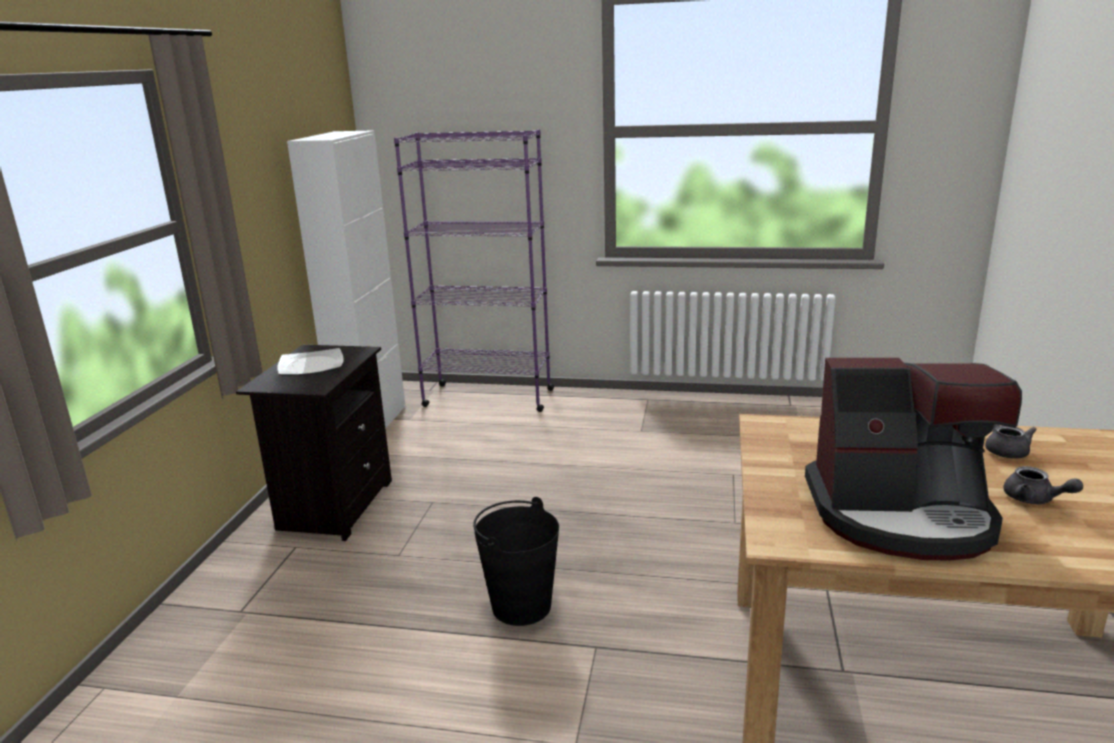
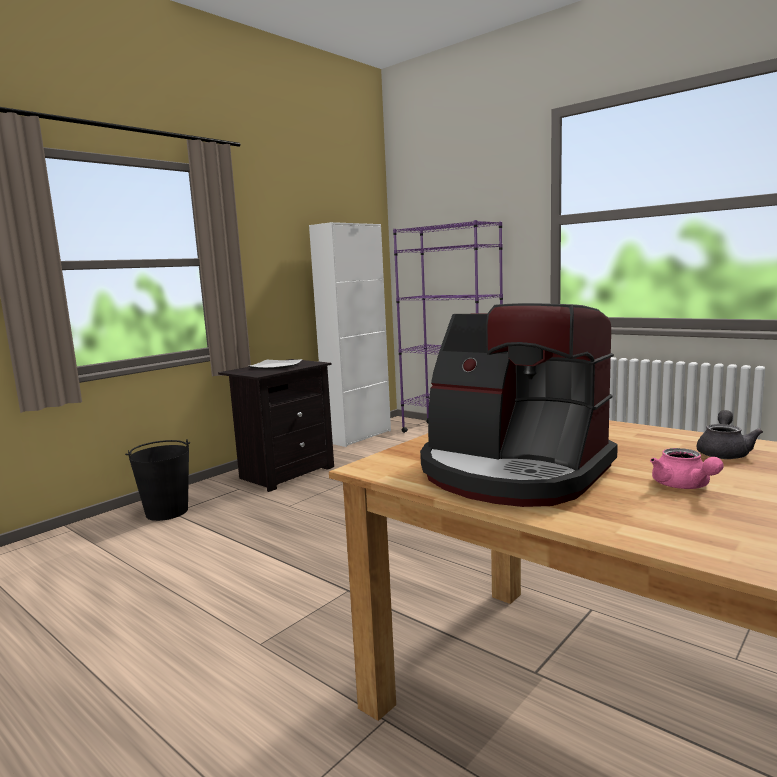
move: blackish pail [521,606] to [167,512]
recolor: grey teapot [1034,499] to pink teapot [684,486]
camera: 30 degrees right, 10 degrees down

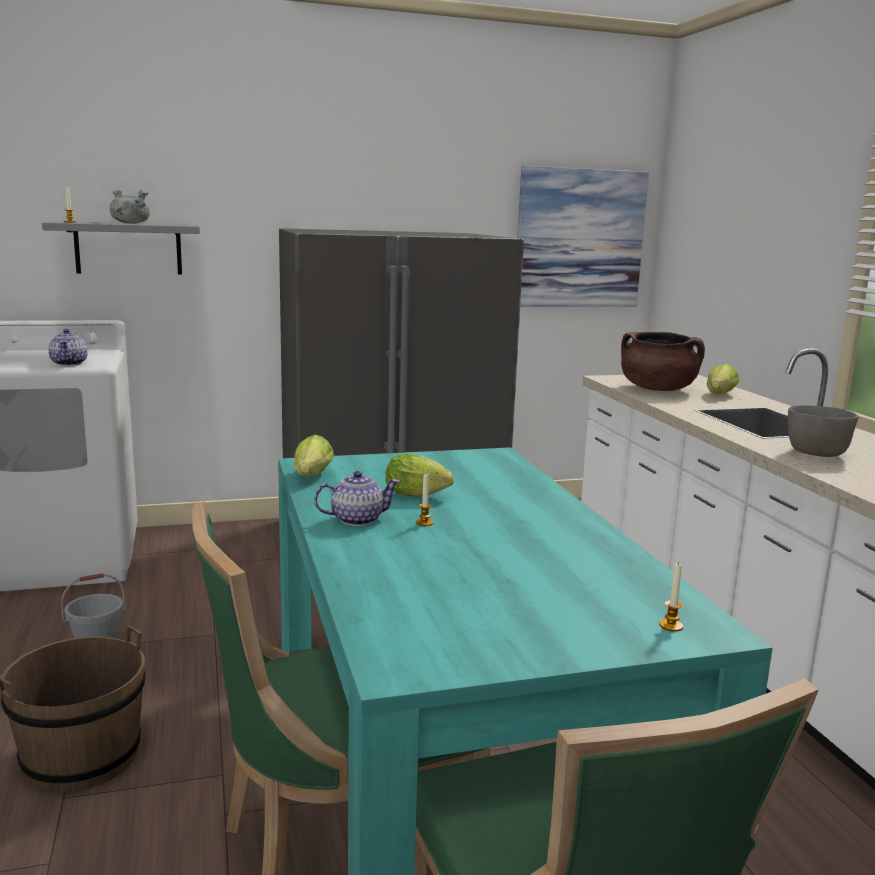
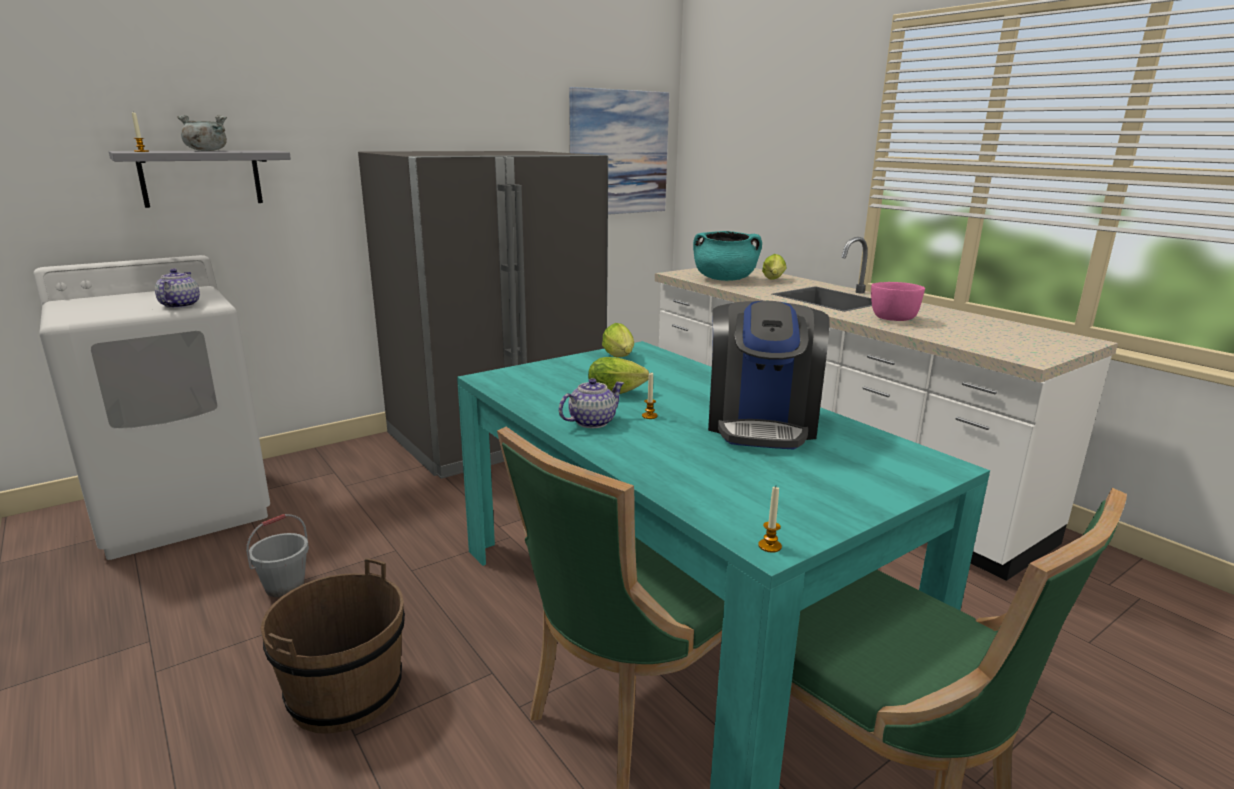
insert: coffee maker [761,424]
move: head of lettuce [311,477] to [620,357]; wax light [671,626] to [769,546]
recolor: brownish cooking pot [657,389] to turquoise cooking pot [724,279]; grey bowl [816,453] to pink bowl [892,319]
rotate: teapot [69,363] = [179,305] 150 degrees counterclockwise
camera: 20 degrees left, 5 degrees up

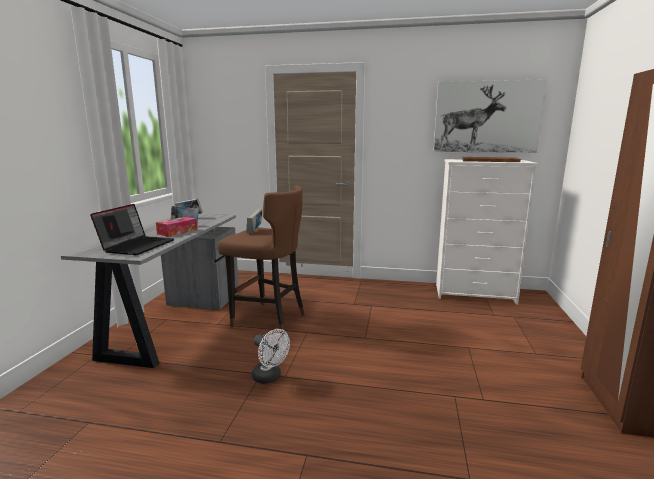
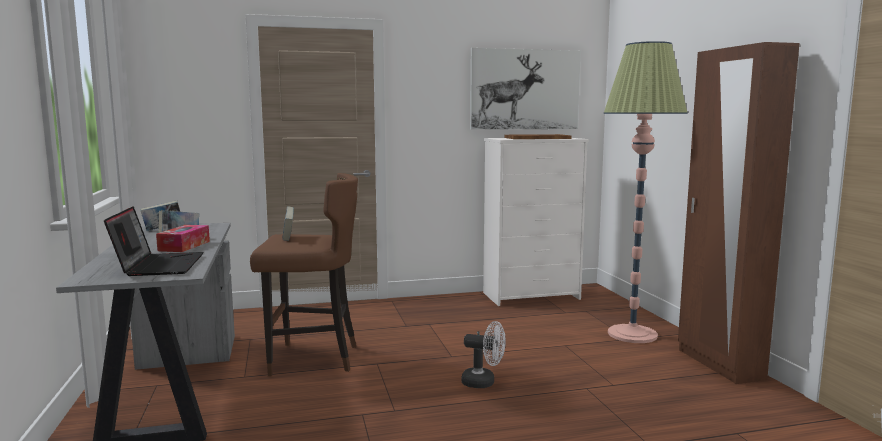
insert: standing lamp [632,334]
move: white electric fan [270,378] to [484,382]
camera: 25 degrees left, 5 degrees down

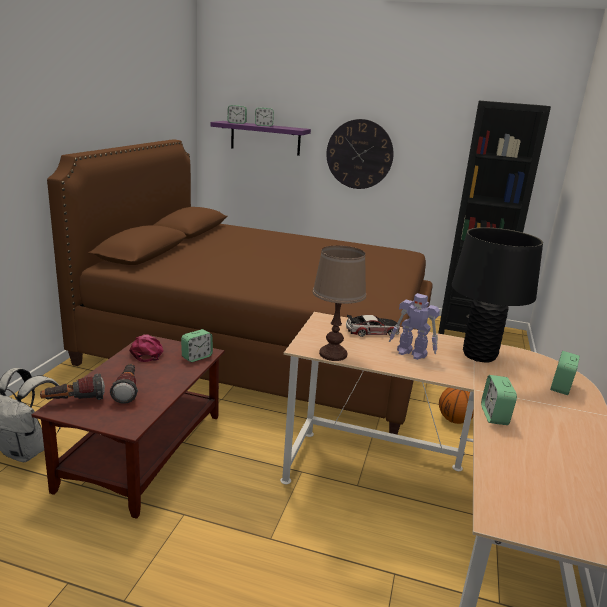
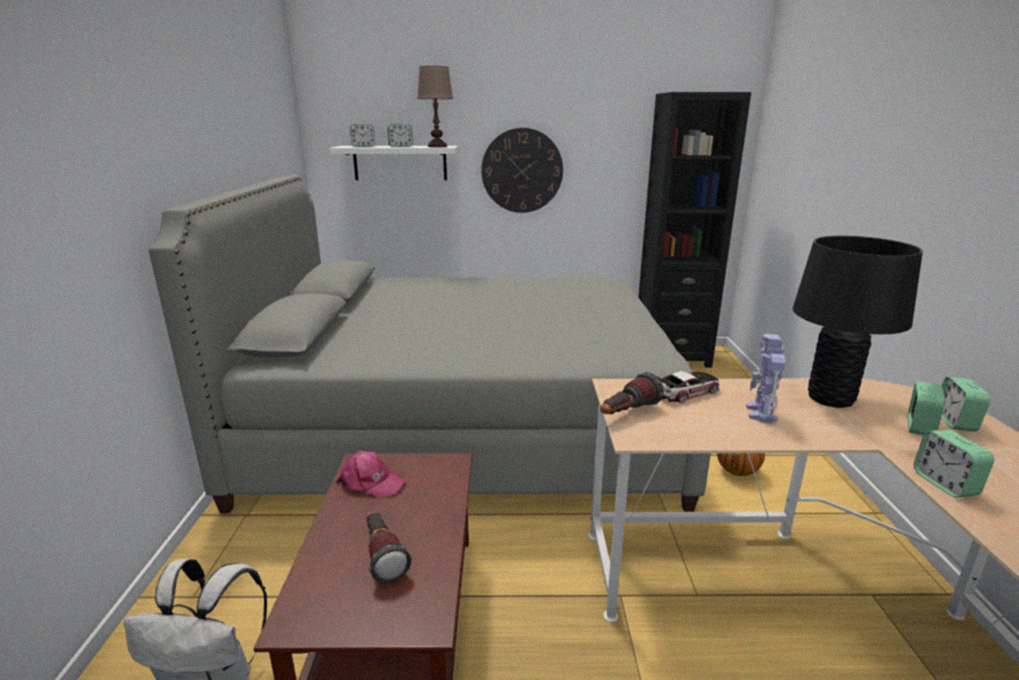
move: torch [74,402] to [627,413]; alarm clock [197,357] to [919,427]; brownish lamp for a table [333,354] to [437,146]
recolor: brownish bed [264,347] to grey bed [467,426]; purplish wall shelf [265,138] to white wall shelf [400,163]
rotate: pink peaked cap [147,352] = [370,482] 135 degrees clockwise; toy robot [412,353] = [761,413] 90 degrees clockwise
camera: 15 degrees left, 0 degrees up

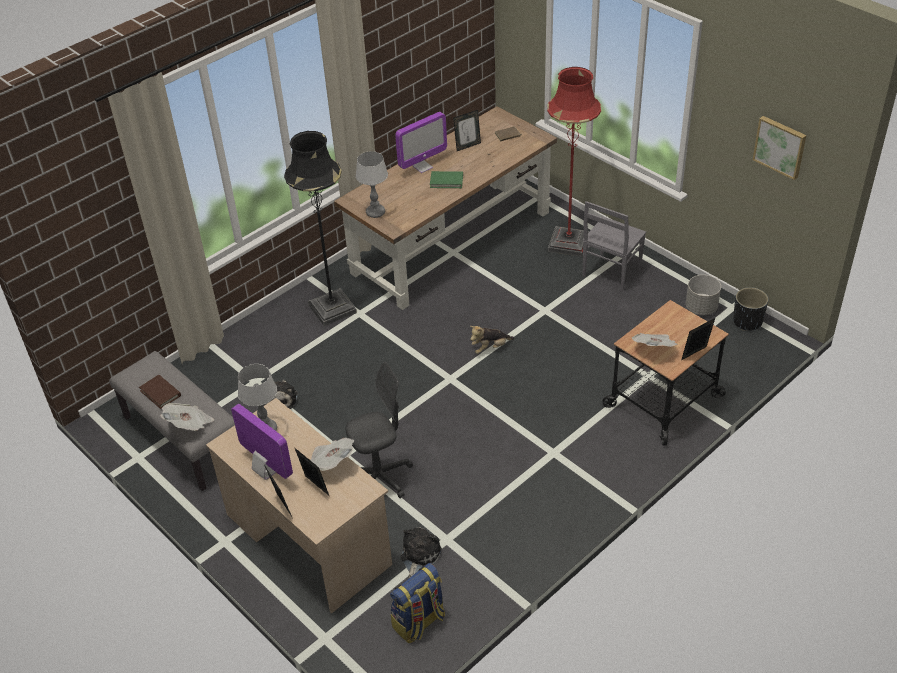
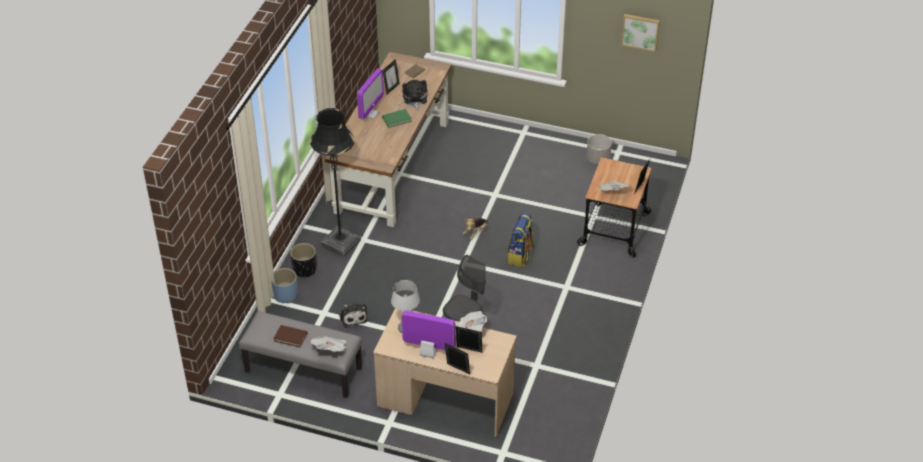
delete: lamp for a table [375,213]; reddish standing lamp [568,243]; grey chair [610,272]
insert: blue plant pot [285,295]
move: backpack [419,622] to [520,256]; plush toy [419,555] to [415,99]; blackish plant pot [747,322] to [305,270]
camera: 30 degrees left, 0 degrees up

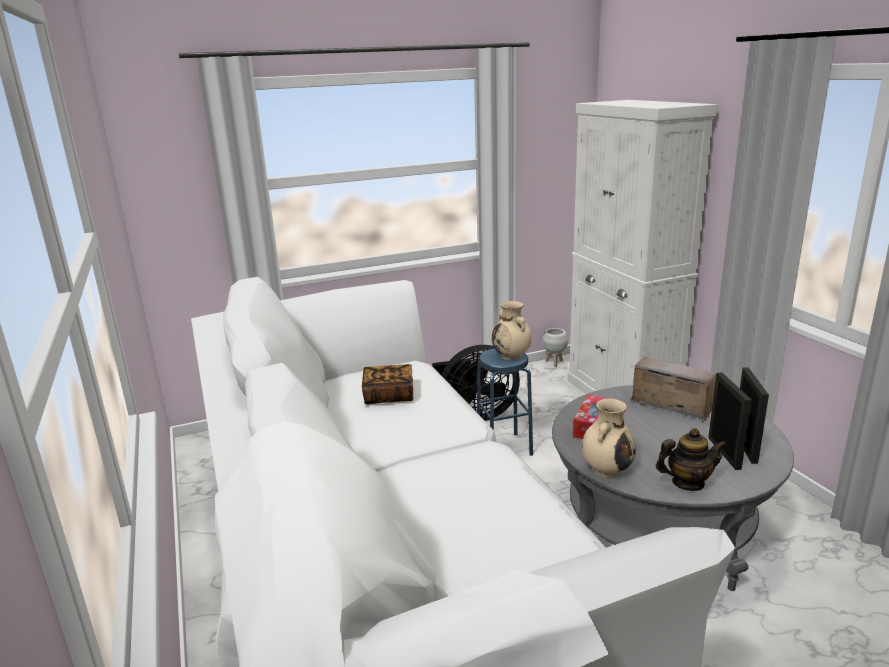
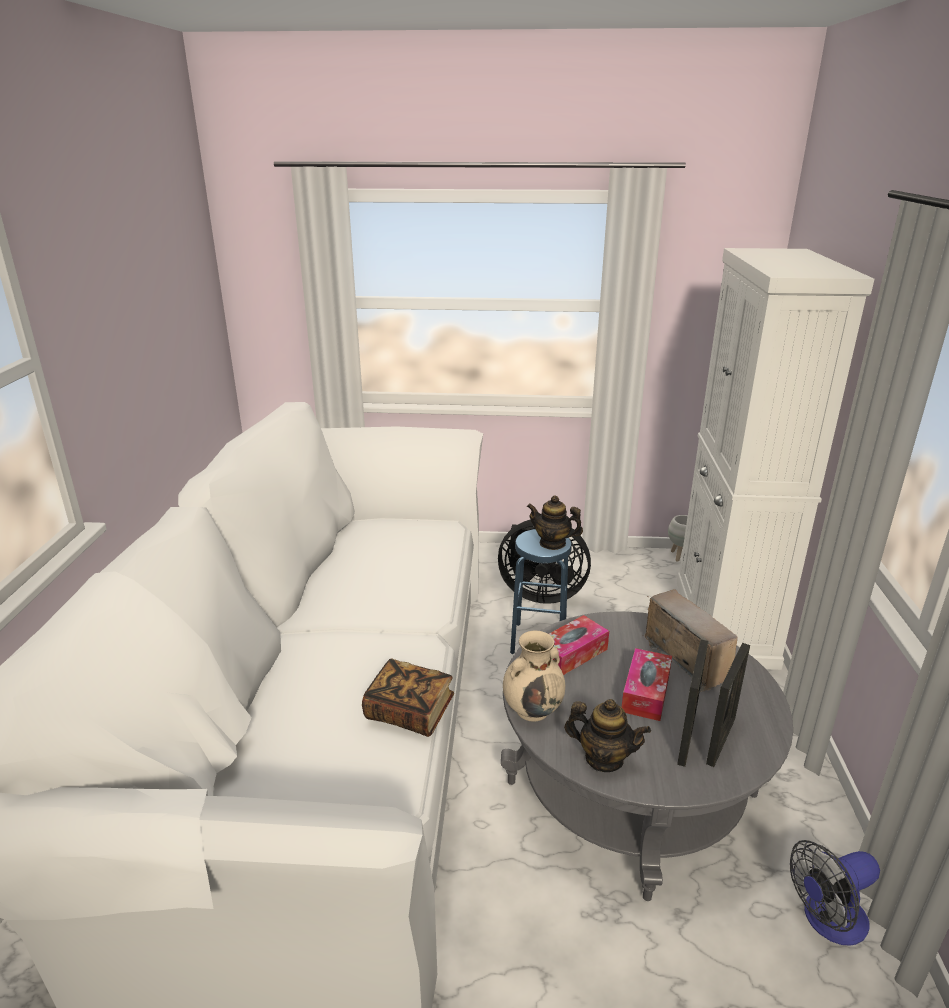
insert: box of tissues [645,692]; electric fan [826,921]
move: bound book [389,395] to [409,712]
replace: beige flower vase [512,356] to teapot [552,543]
camera: 25 degrees right, 5 degrees up

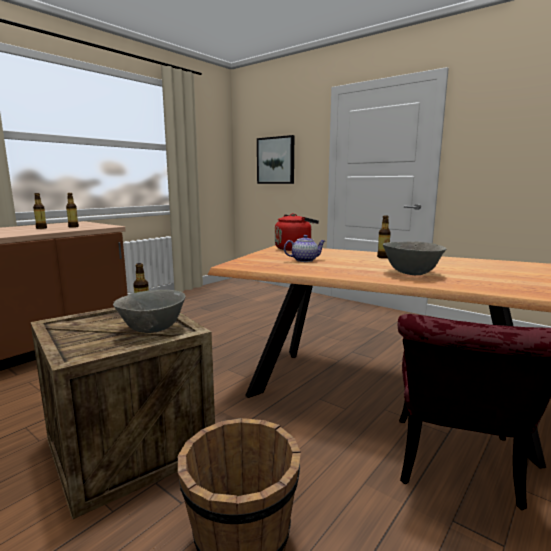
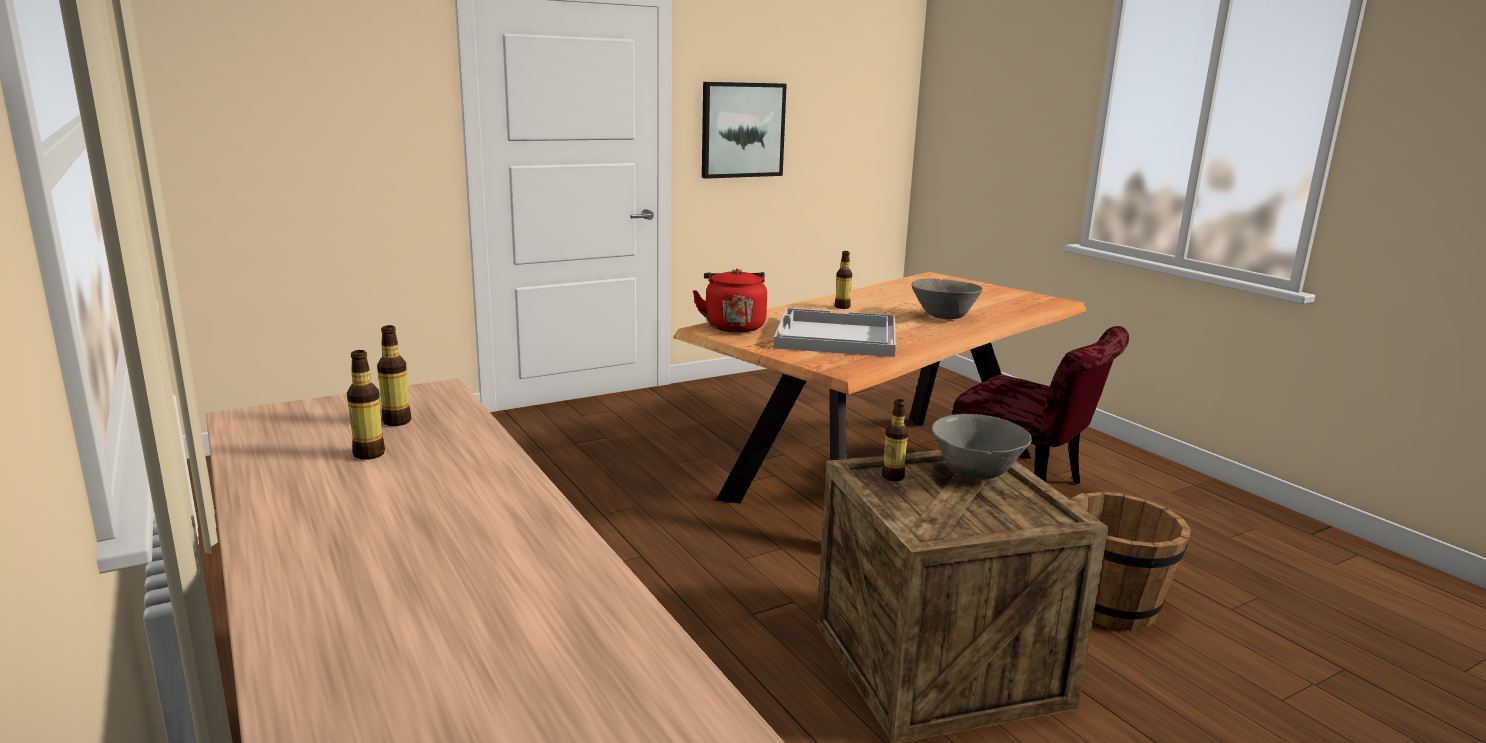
move: wall picture [276,160] to [742,130]
replace: teapot [304,260] to white tray [835,336]
camera: 70 degrees left, 5 degrees up

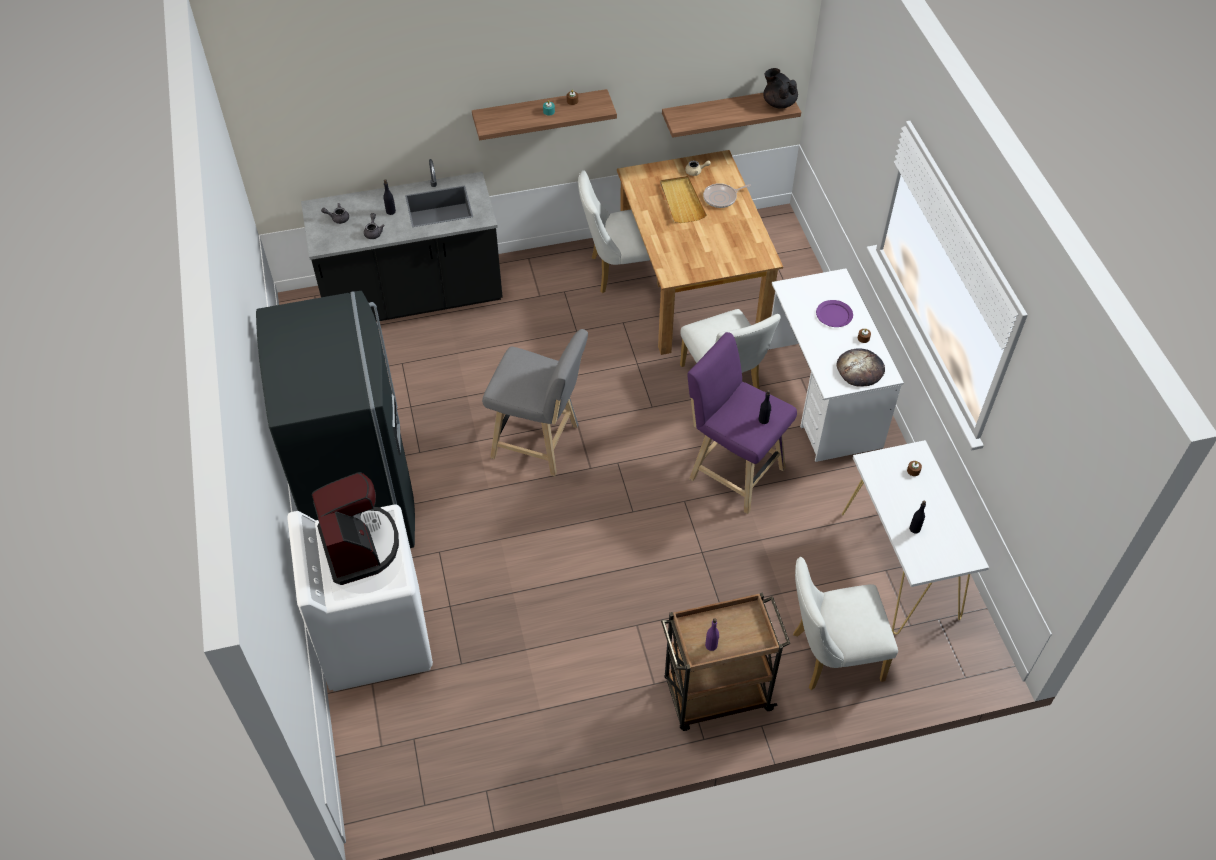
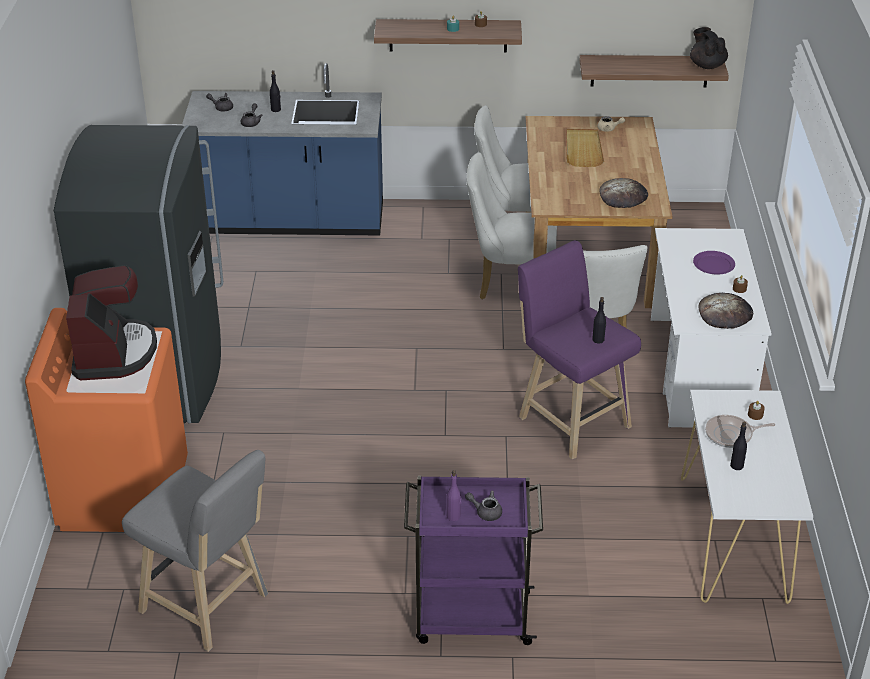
insert: grey teapot [485,512]; bakery bread [623,196]
move: grey stool [540,443] to [209,606]; pan [721,198] to [731,435]; white chair [830,656] to [509,283]
recolor: white laundry machine [375,637] to orange-coloured laundry machine [124,493]; blackish kitchen base unit [413,299] to blue kitchen base unit [290,222]; brownish wheeled cart [715,695] to purplish wheeled cart [470,617]
camera: 15 degrees right, 15 degrees down

